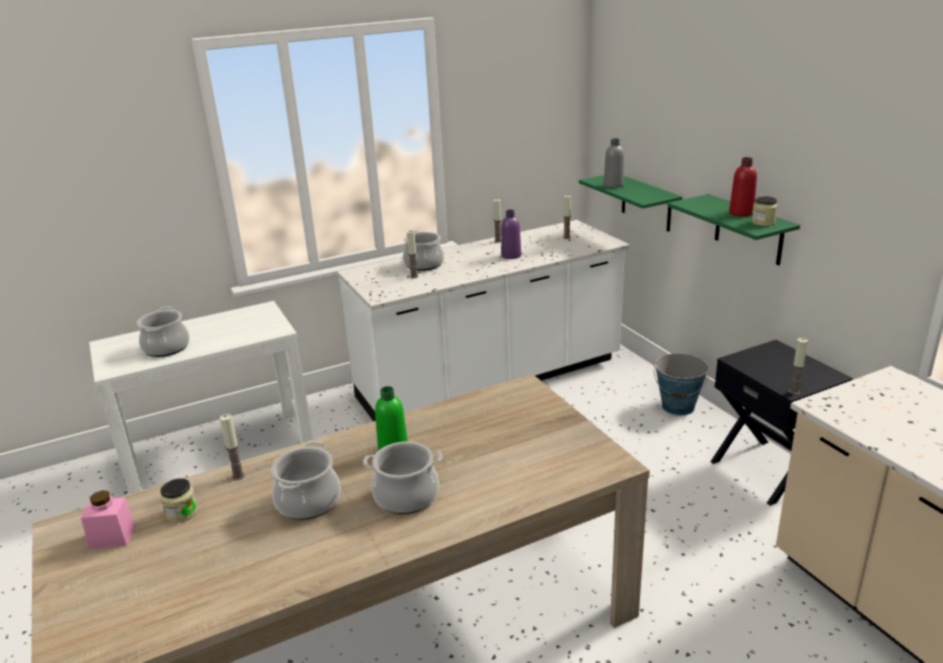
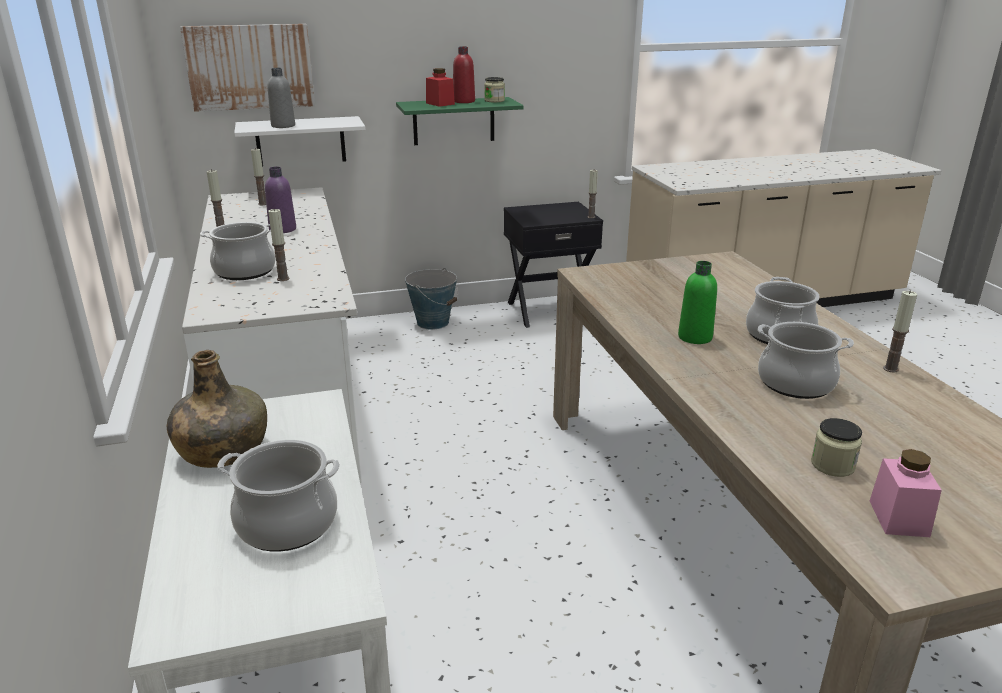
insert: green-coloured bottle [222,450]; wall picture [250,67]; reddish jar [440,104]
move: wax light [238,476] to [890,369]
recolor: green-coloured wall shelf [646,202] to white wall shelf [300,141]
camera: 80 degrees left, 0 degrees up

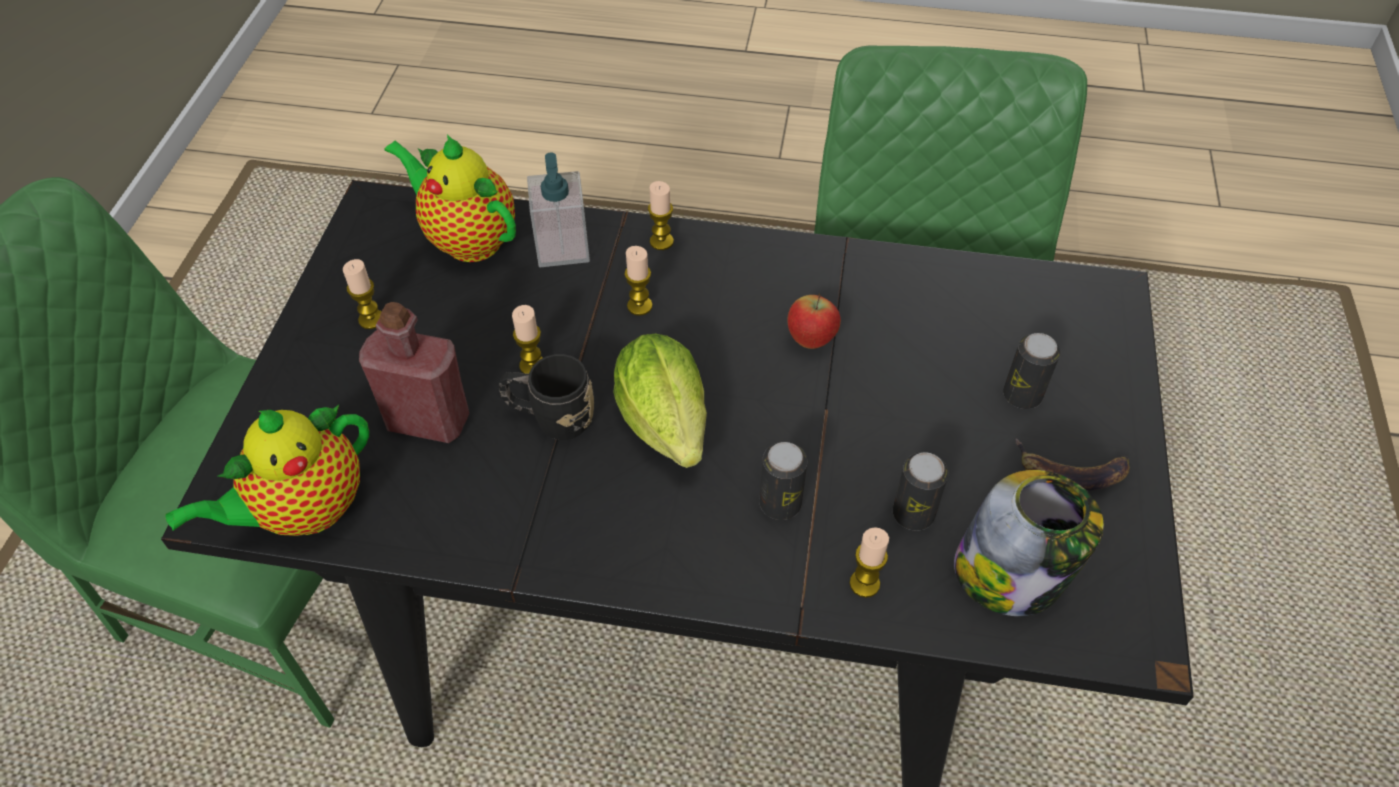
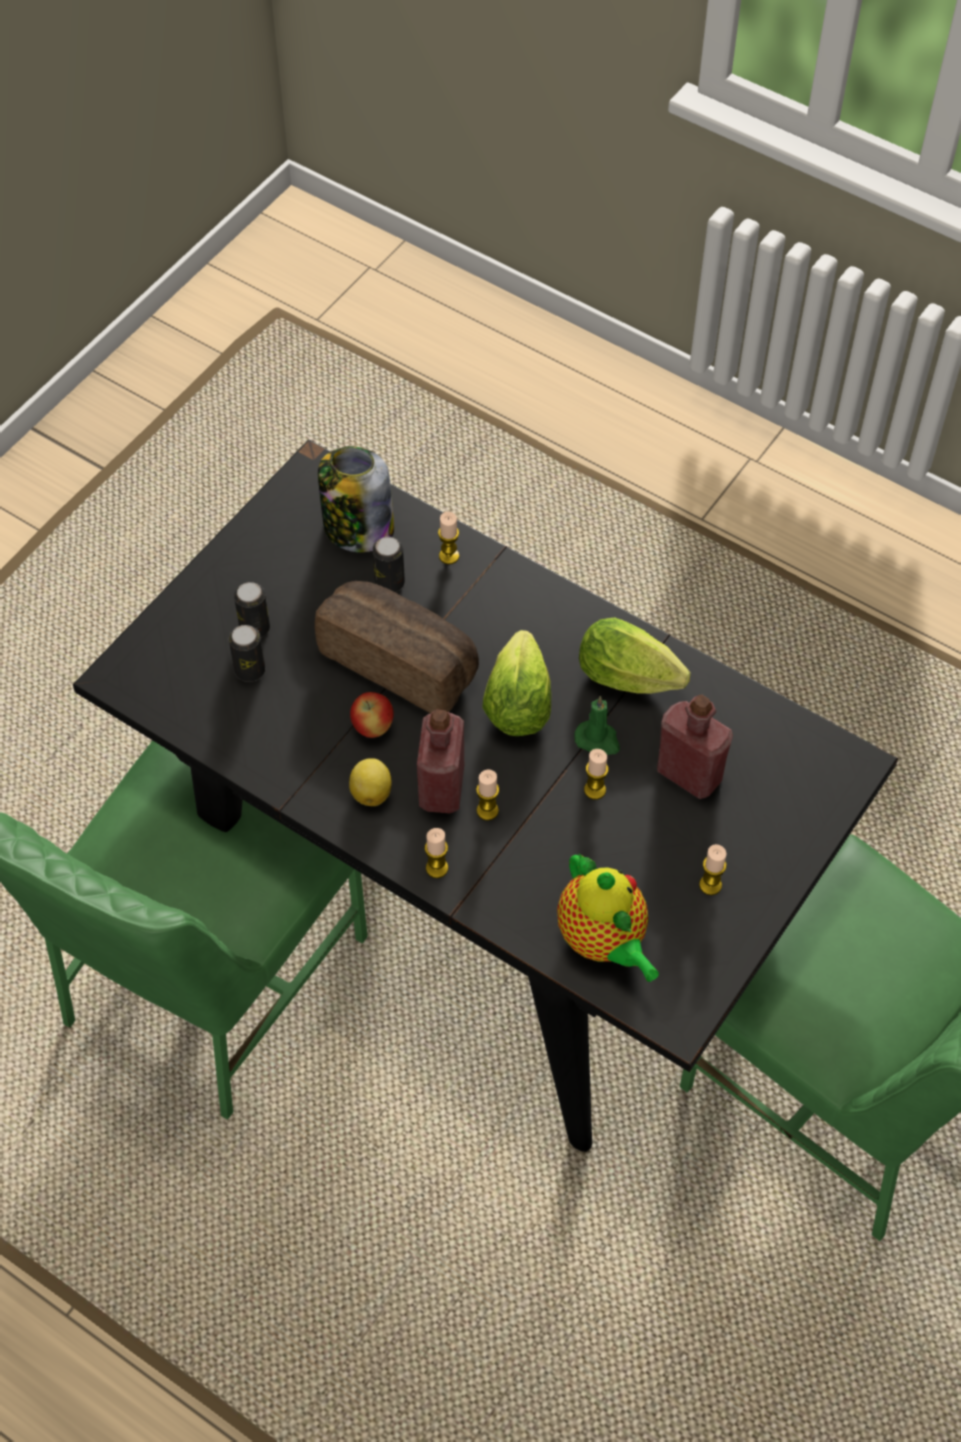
delete: teapot [304,511]; soap dispenser [562,247]; whole banana [1071,470]
insert: bakery bread [402,661]; citrus fruit [371,792]; reddish bottle [441,787]; head of lettuce [634,679]
move: can [780,504] to [250,670]
replace: blackish mug [551,419] to green-coloured wax light [598,740]
camera: 155 degrees left, 5 degrees up

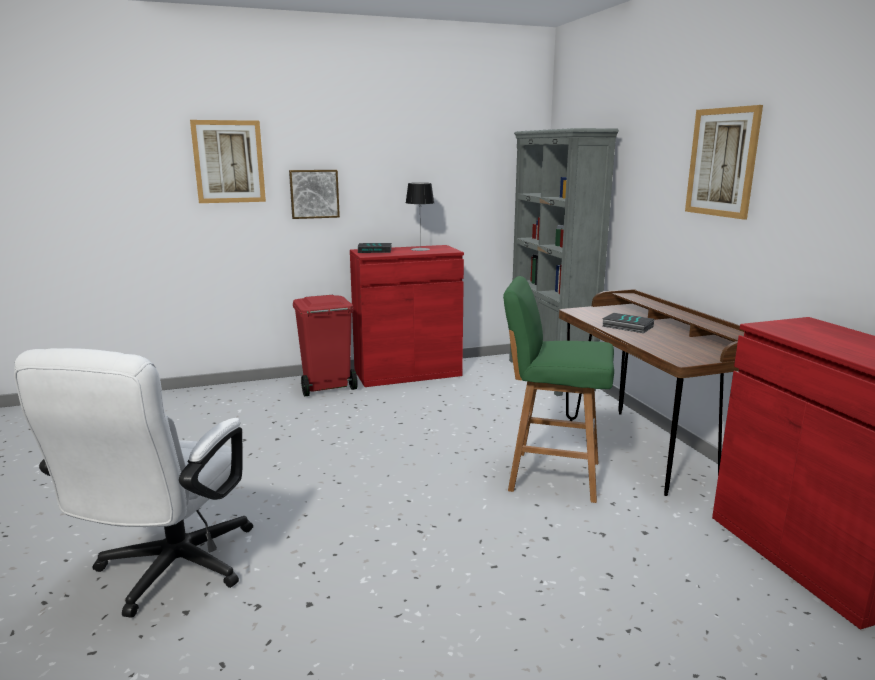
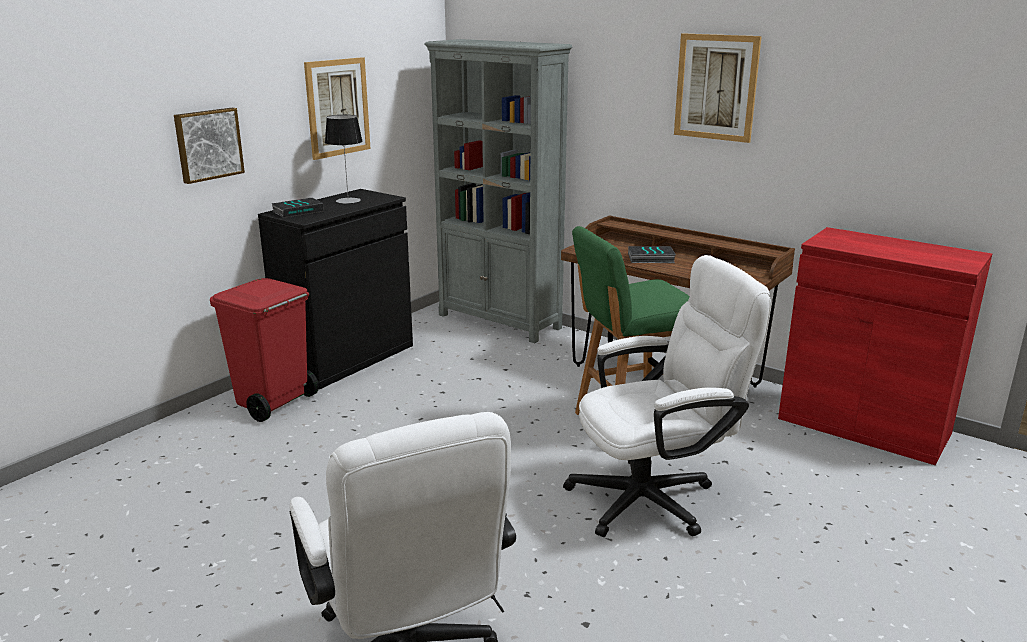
insert: white office chair [655,497]
move: wall picture [229,162] to [337,107]
recolor: reddish cabinet [407,373] to blackish cabinet [347,358]
camera: 35 degrees left, 5 degrees up

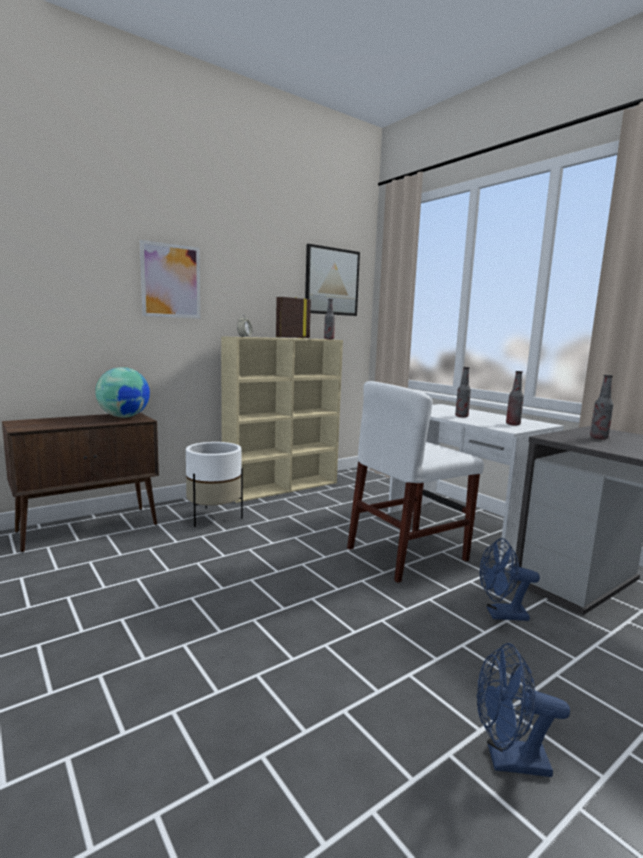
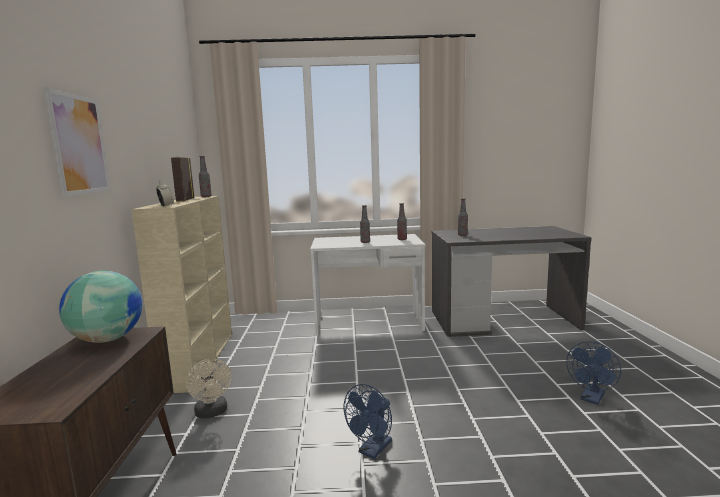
delete: wall picture [331,281]; white chair [407,554]
move: blue electric fan [501,615] to [372,451]
replace: white plant pot [214,517] to beige electric fan [212,413]
camera: 55 degrees left, 0 degrees up

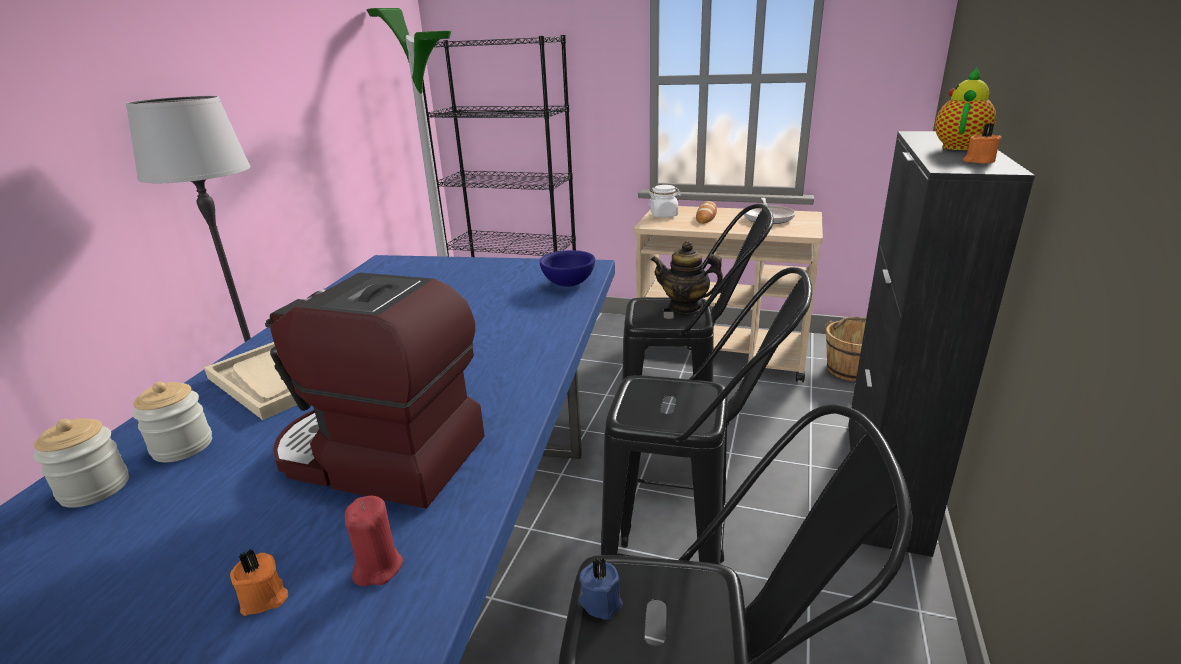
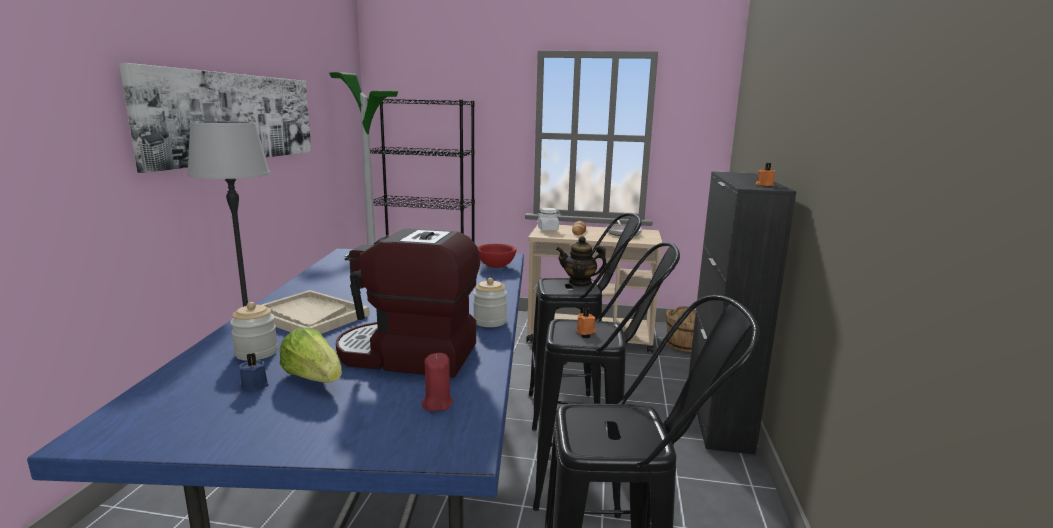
delete: teapot [959,146]
insert: wall picture [234,117]; head of lettuce [314,378]
move: jar [95,488] to [490,321]; orange-coloured wax light [264,598] to [586,331]; blue wax light [601,600] to [255,385]
recolor: blue bowl [569,284] to reddish bowl [496,266]
camera: 10 degrees left, 10 degrees down

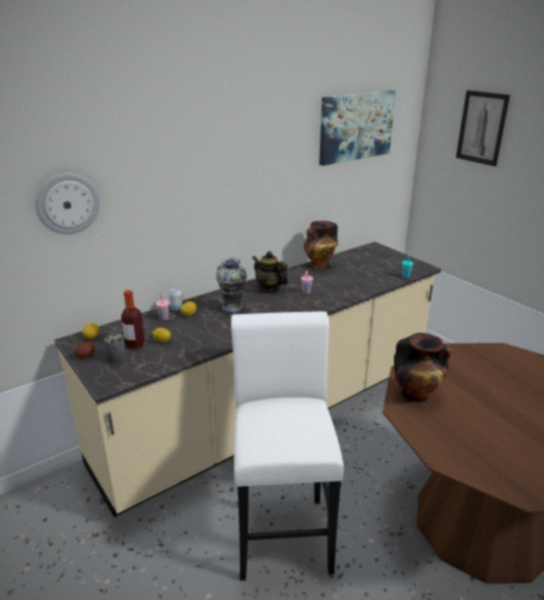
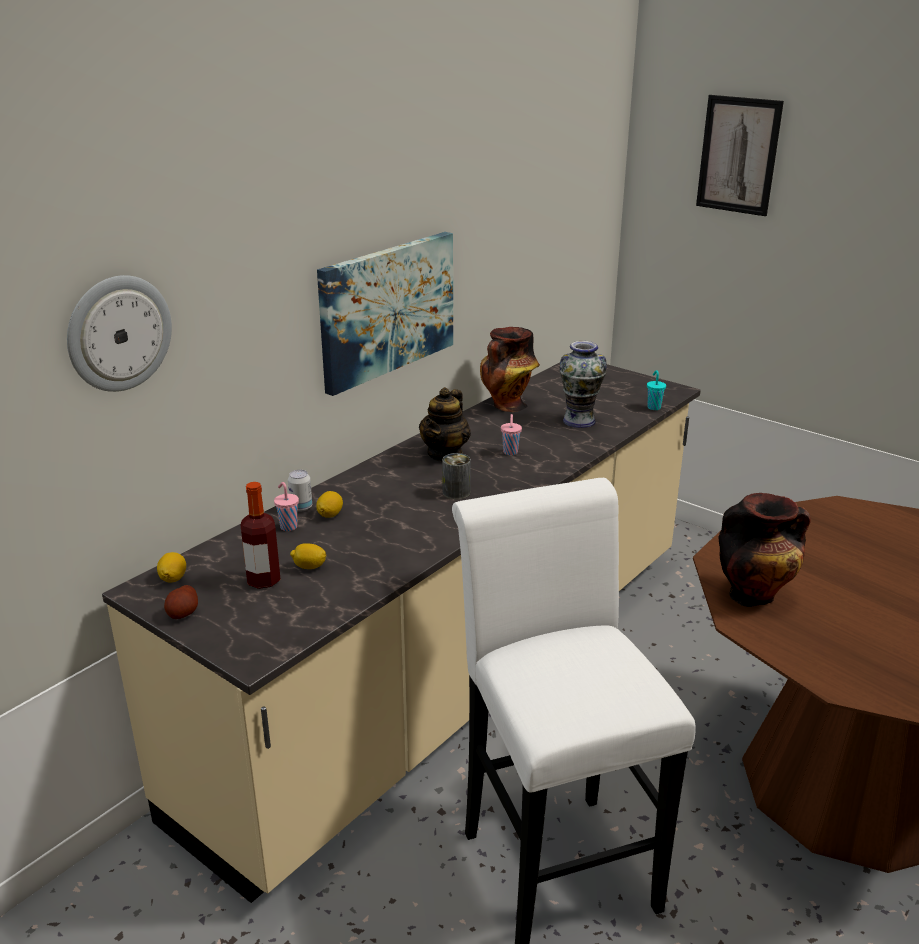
move: can [117,359] to [456,492]; flower vase [232,308] to [579,421]; wall picture [356,126] to [387,309]
rotate: teapot [269,289] = [445,454] 90 degrees counterclockwise
camera: 15 degrees left, 0 degrees up

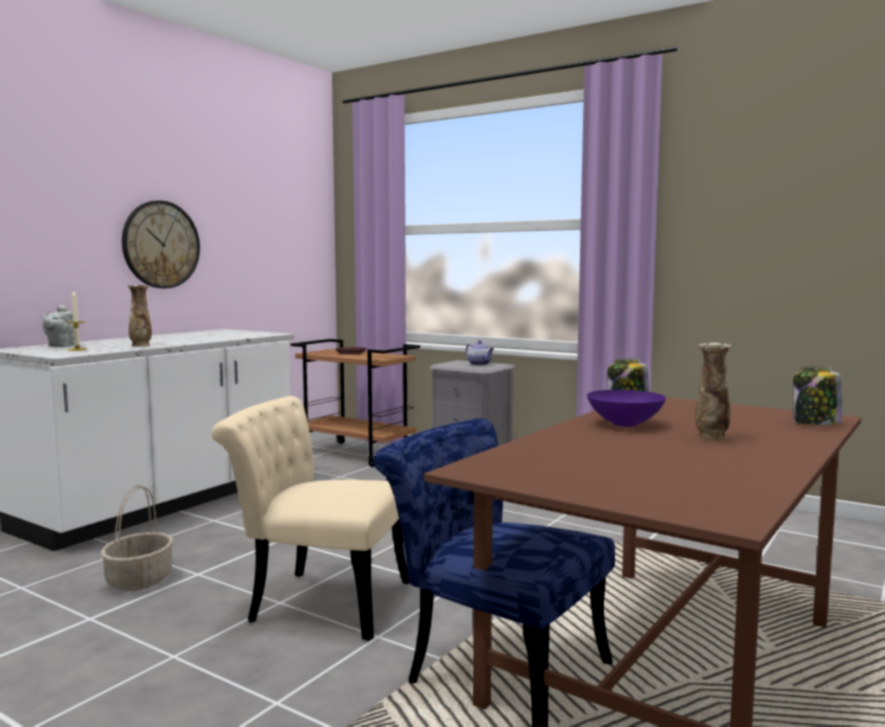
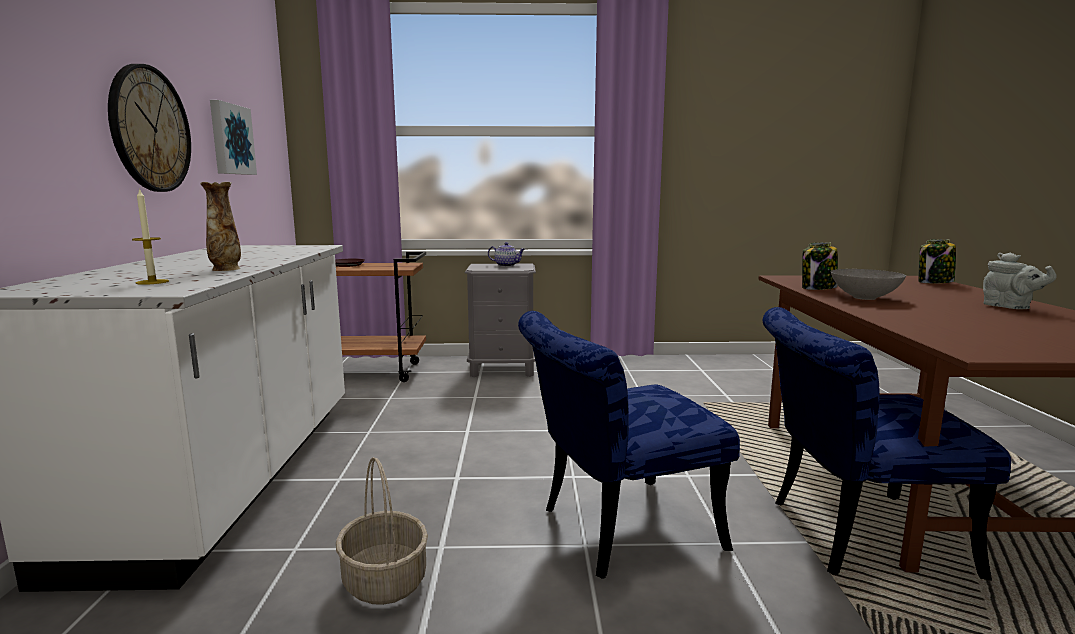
delete: flower vase [711,437]
insert: wall picture [230,139]
move: grey teapot [60,345] to [1009,307]
recolor: beige chair [317,601] to blue chair [615,530]; purplish bowl [625,424] to grey bowl [865,298]
camera: 35 degrees left, 5 degrees up

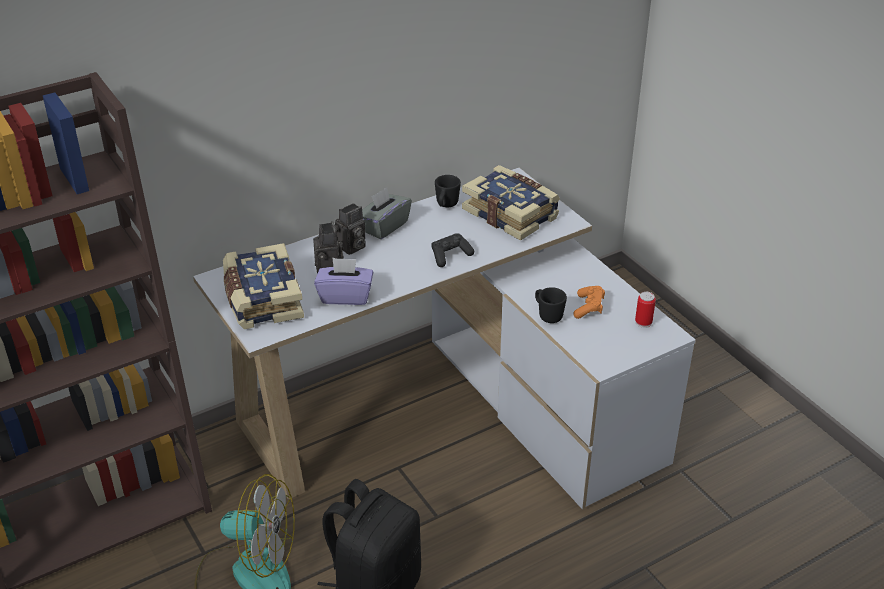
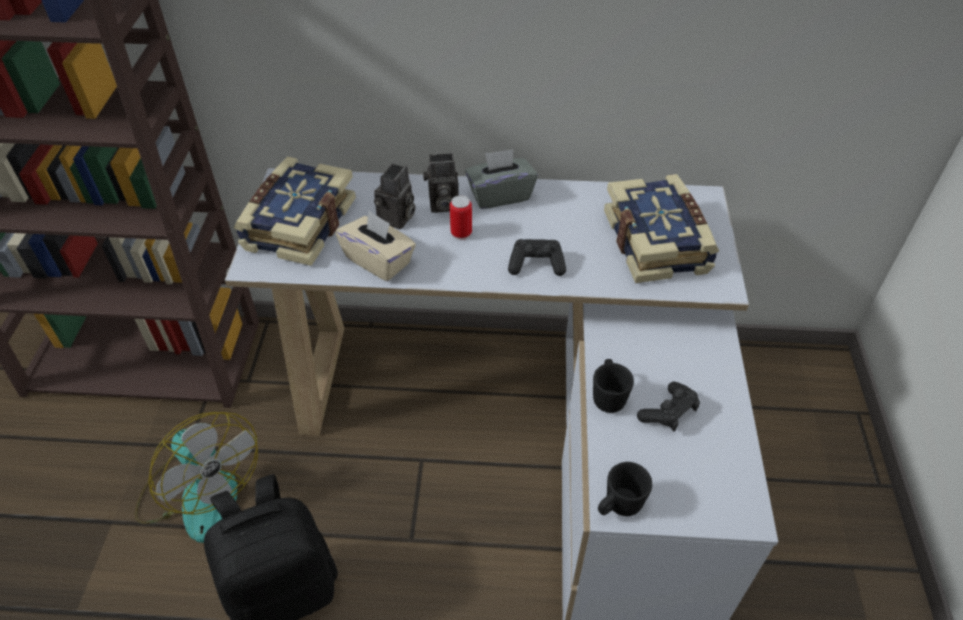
move: blackish mug [446,205] to [618,506]; can [643,322] to [461,233]
recolor: purplish box of tissues [345,296] to beige box of tissues [379,260]; orange-coloured game controller [588,308] to blackish game controller [668,413]
camera: 35 degrees right, 10 degrees up

